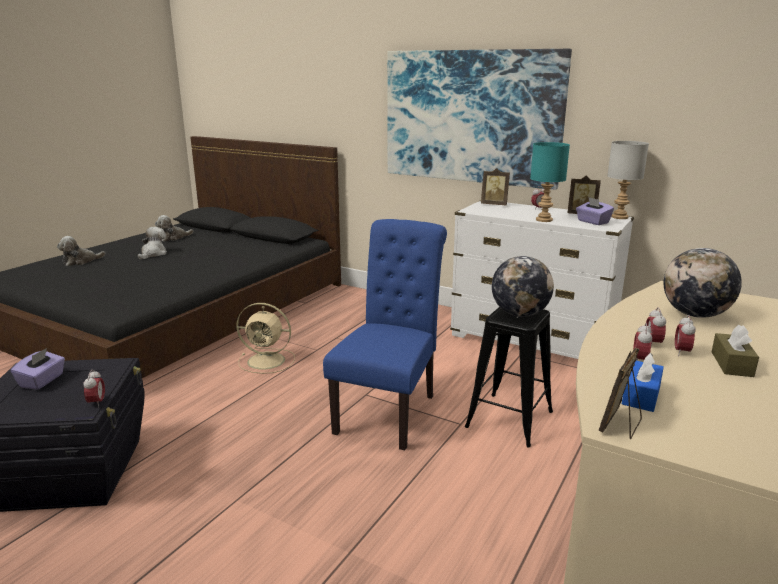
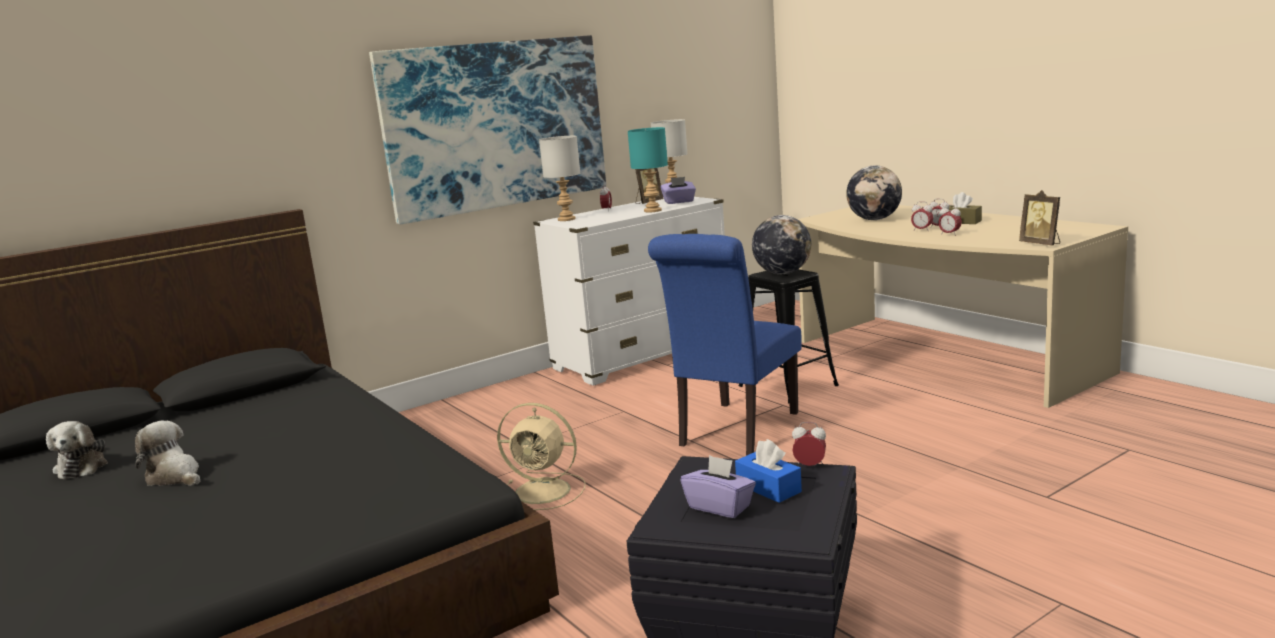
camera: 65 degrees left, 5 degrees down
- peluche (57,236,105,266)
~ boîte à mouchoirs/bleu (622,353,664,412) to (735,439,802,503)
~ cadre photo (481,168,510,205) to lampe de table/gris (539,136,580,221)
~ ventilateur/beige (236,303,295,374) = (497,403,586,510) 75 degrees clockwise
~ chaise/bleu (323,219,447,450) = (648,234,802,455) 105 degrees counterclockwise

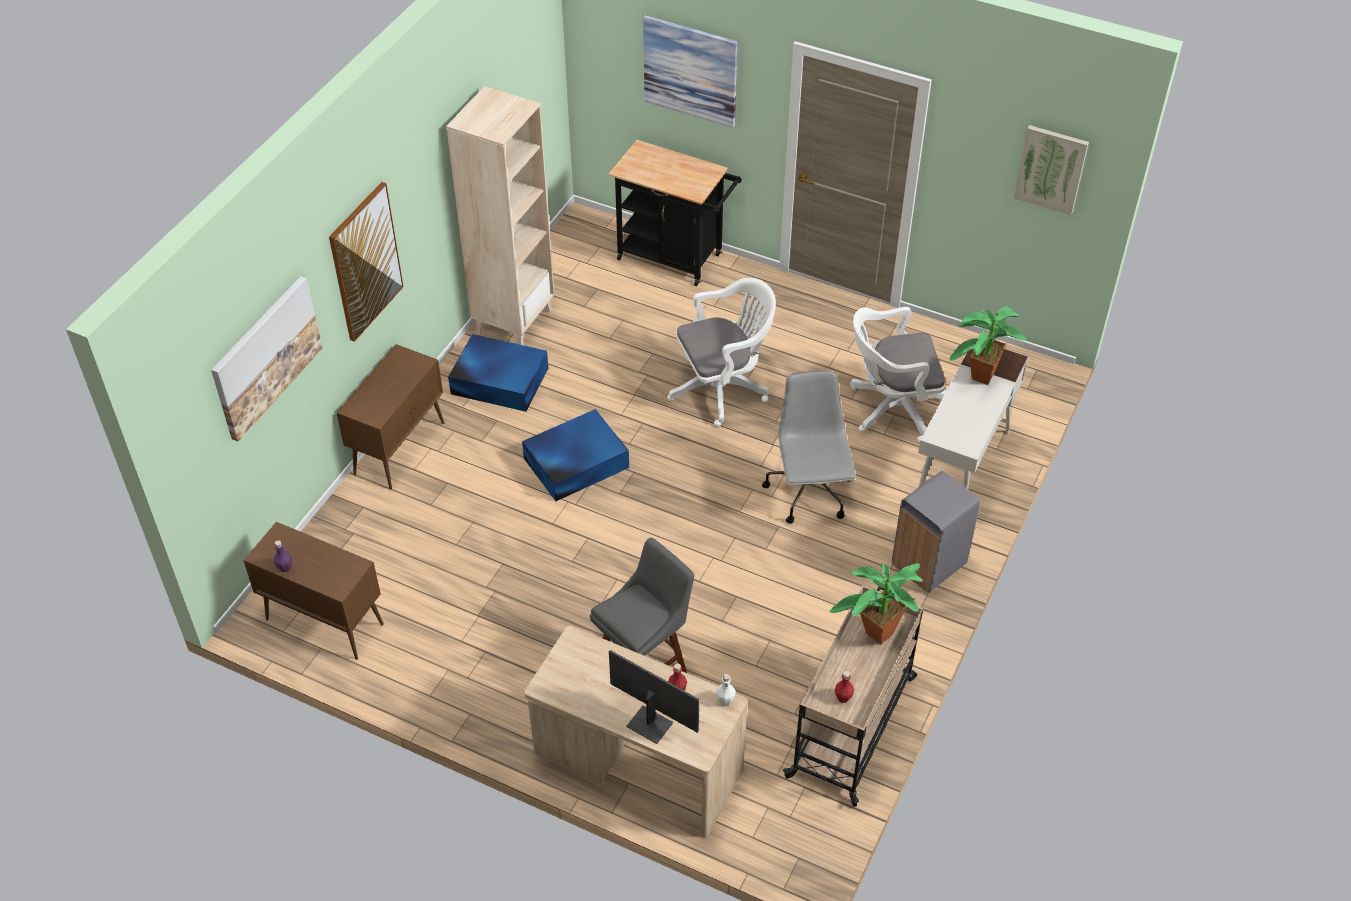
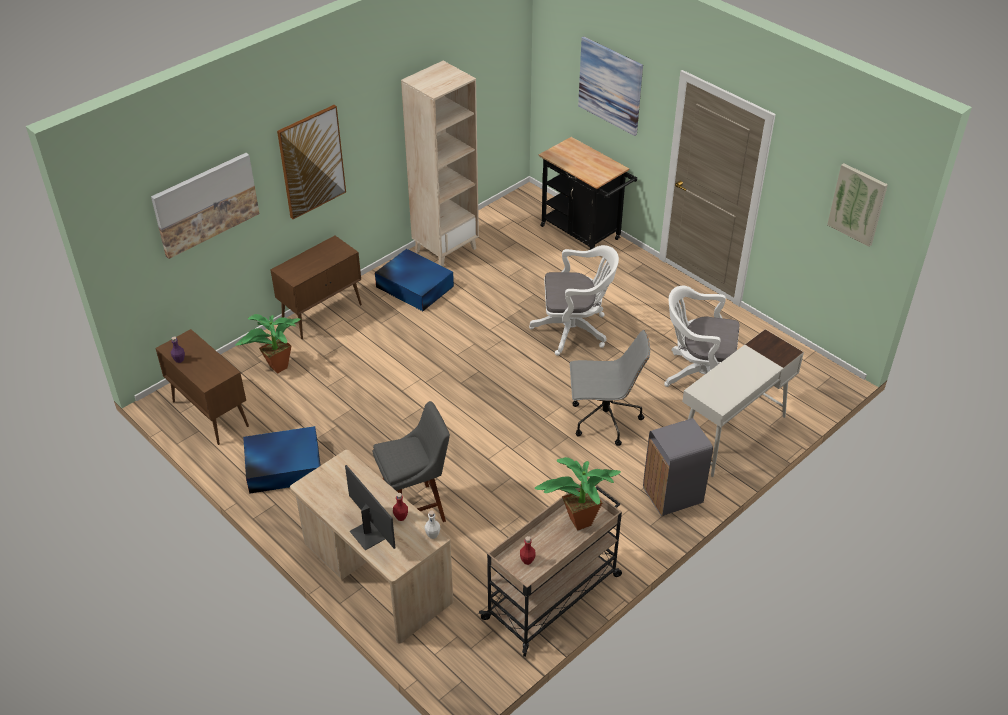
camera: 20 degrees right, 5 degrees down
~ boîte de rangement/bleu (522,409,629,501) to (243,426,321,494)
~ plante en pot (949,306,1027,385) to (235,314,300,374)
~ chaise de bureau/gris (762,370,856,523) = (570,330,650,446) 75 degrees clockwise

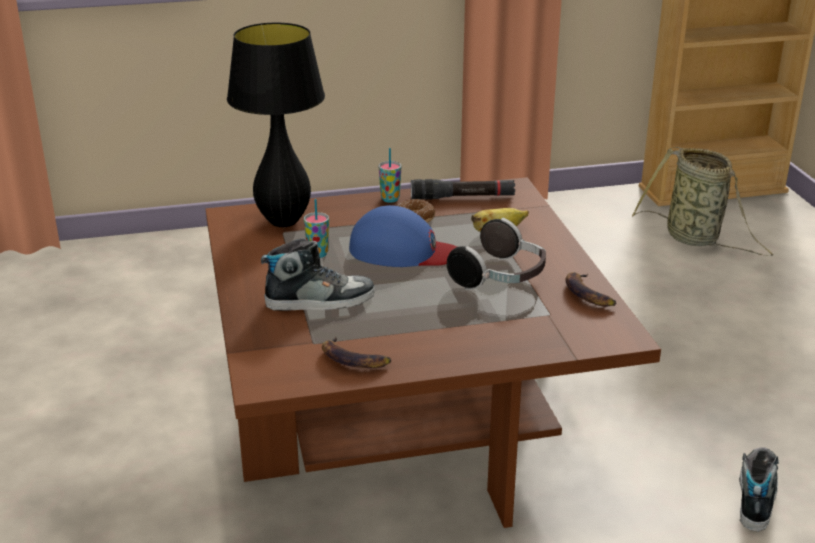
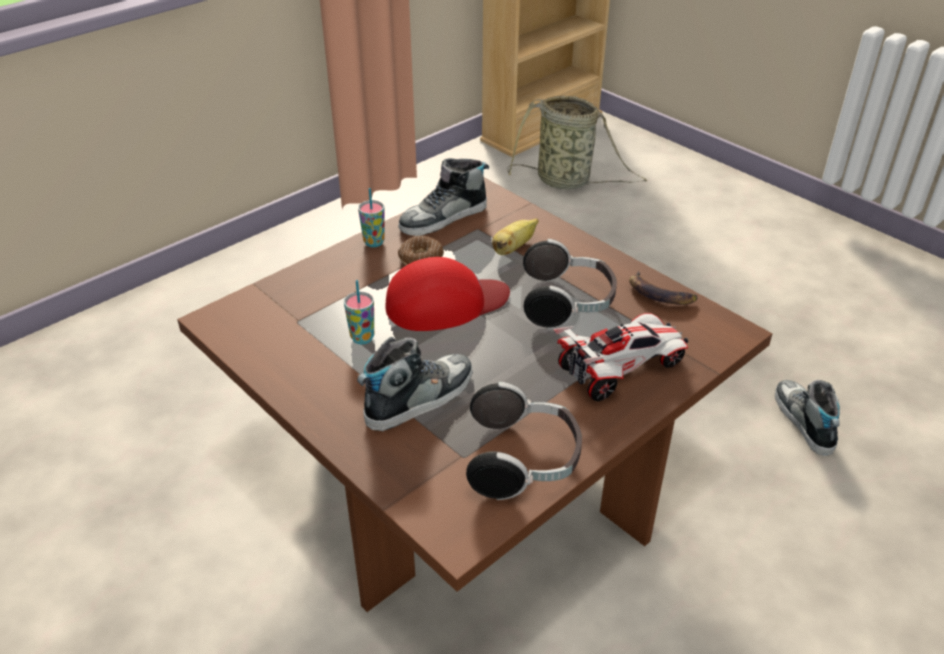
camera: 30 degrees left, 10 degrees up
- lampe de table/noir (227,23,325,227)
+ petite voiture (553,313,689,402)
~ banane (322,337,391,368) to casque audio (466,382,582,500)
~ lampe de poche/noir (411,179,515,200) to chaussure (398,158,489,236)
~ casquette/bleu (349,205,457,267) to casquette/rouge (385,257,510,331)

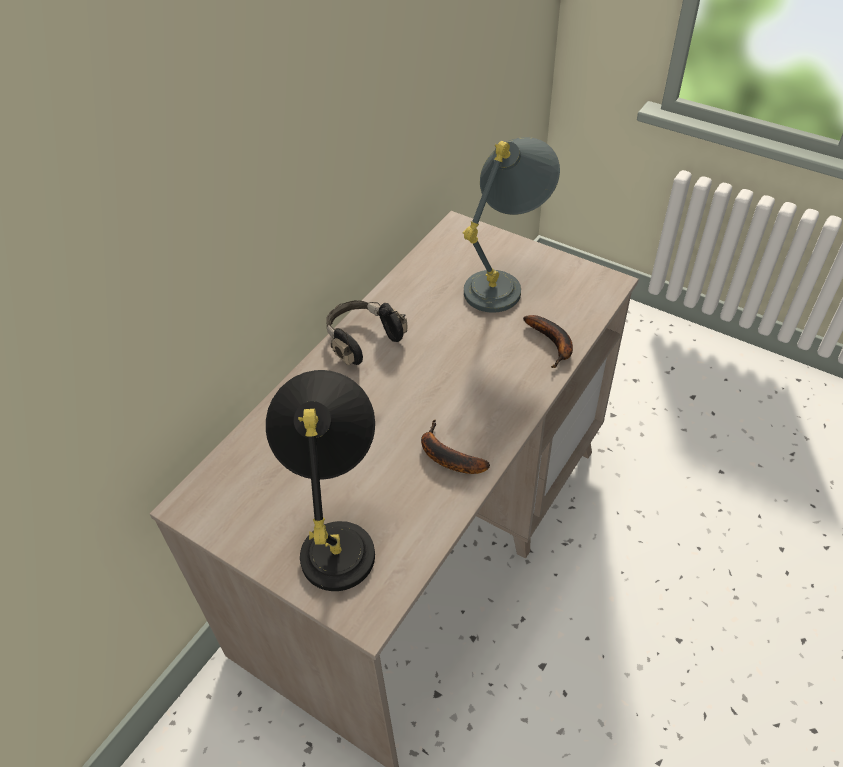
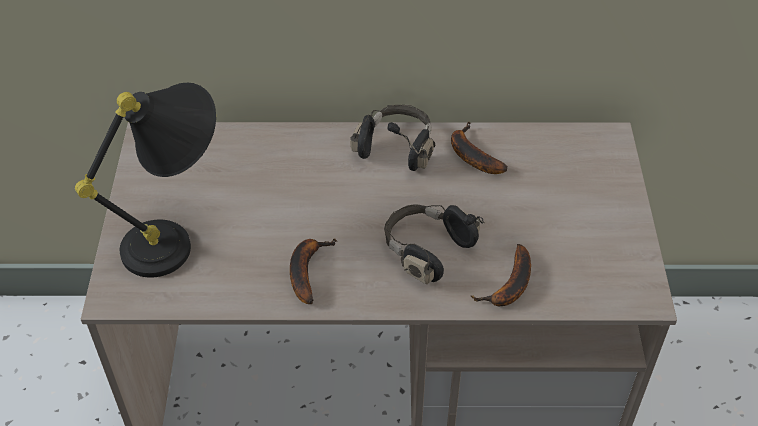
camera: 55 degrees right, 0 degrees up
- lampe de table/gris (463,137,560,313)
+ casque audio/noir (384,204,485,284)
+ banane (451,122,508,174)

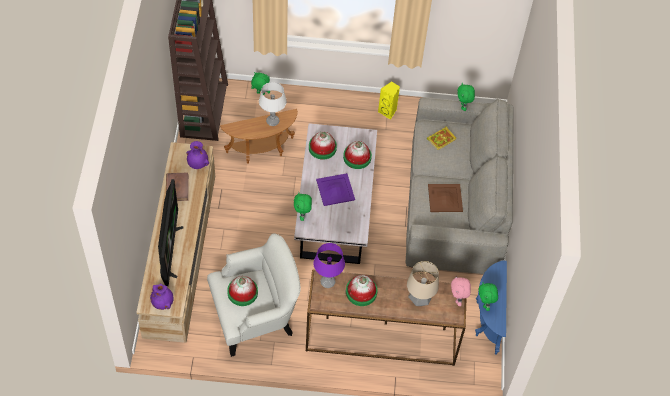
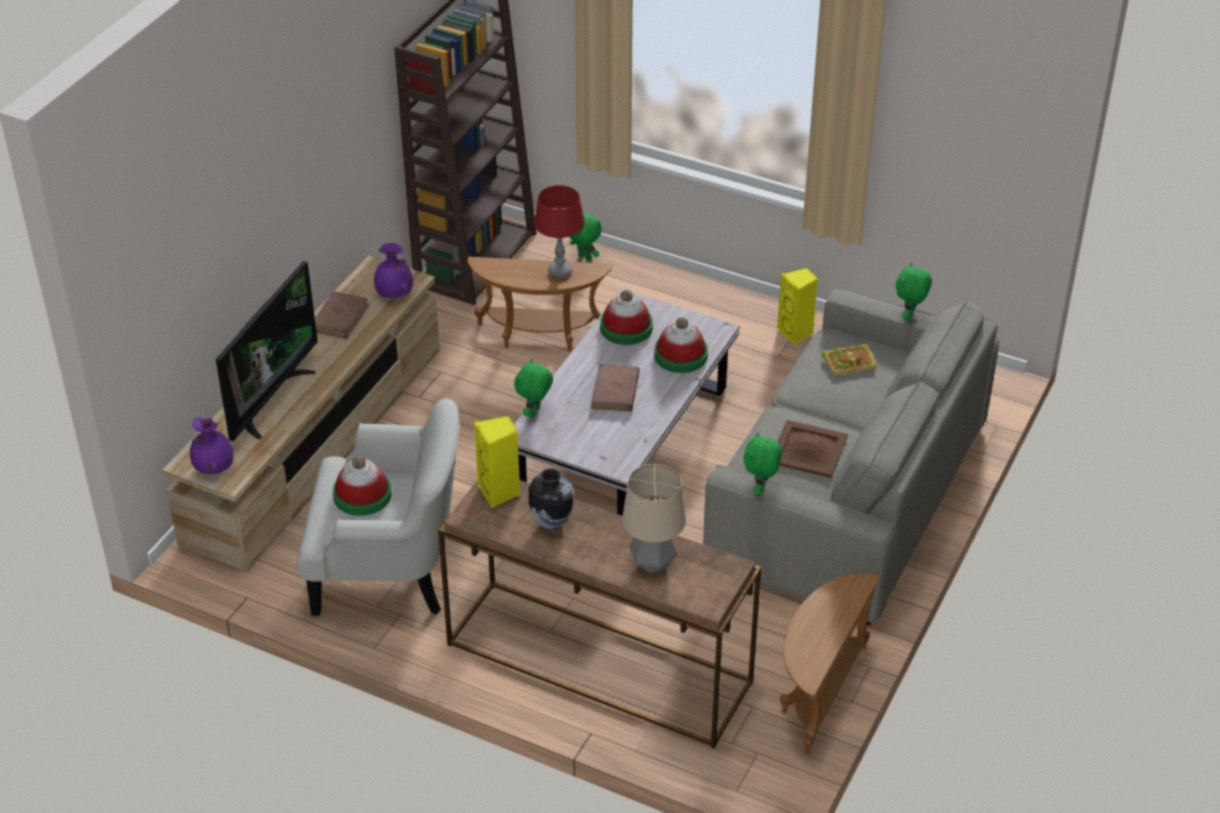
camera: 25 degrees right, 15 degrees down
- peluche/rose (451,276,471,306)
~ peluche/vert (479,282,498,311) to (743,432,782,495)
~ lampe de table/violet (314,243,345,288) to enceinte/jaune (474,416,521,508)
~ plateau/violet (316,173,355,206) to livre/marron (591,364,640,412)
~ chapeau (346,275,377,306) to vase (529,468,574,530)
~ lampe de table/blanc (259,82,287,126) to lampe de table/rouge (534,185,585,278)
~ table d'appoint/bleu (475,260,507,355) to table d'appoint/marron (780,574,880,754)

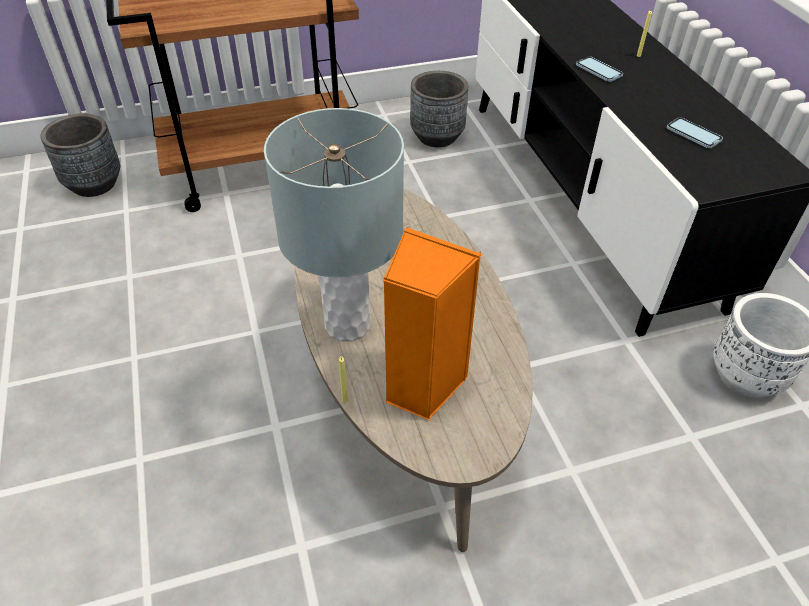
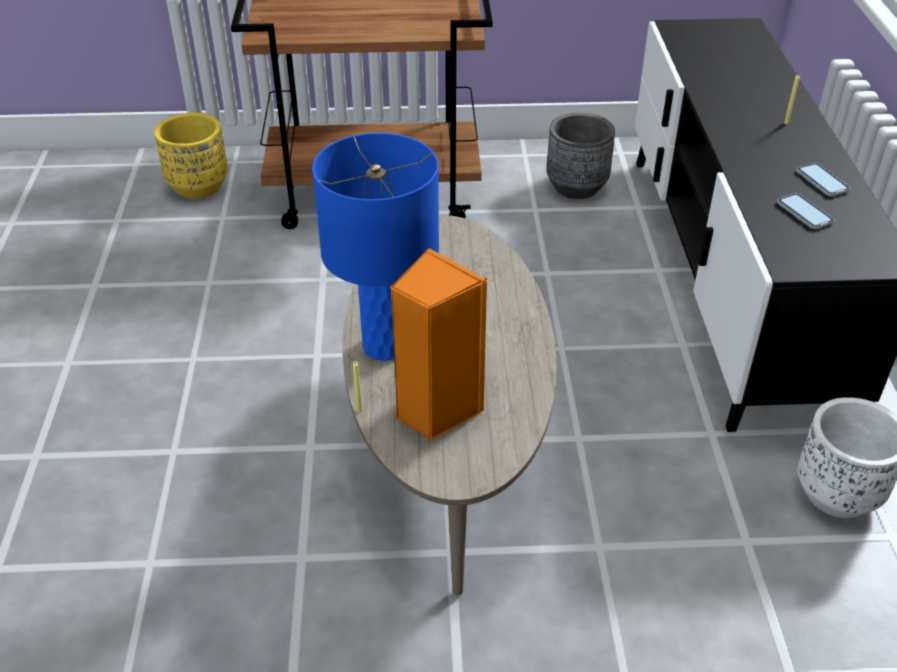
camera: 15 degrees right, 5 degrees down
~ téléphone (576,56,623,82) to (796,163,850,196)
~ cache-pot/gris (40,113,120,197) to cache-pot/jaune (154,113,228,199)
~ lampe de table/gris (264,108,404,342) to lampe de table/bleu (312,133,439,361)

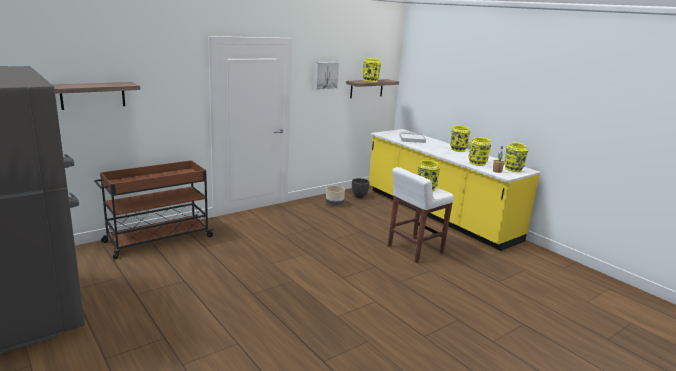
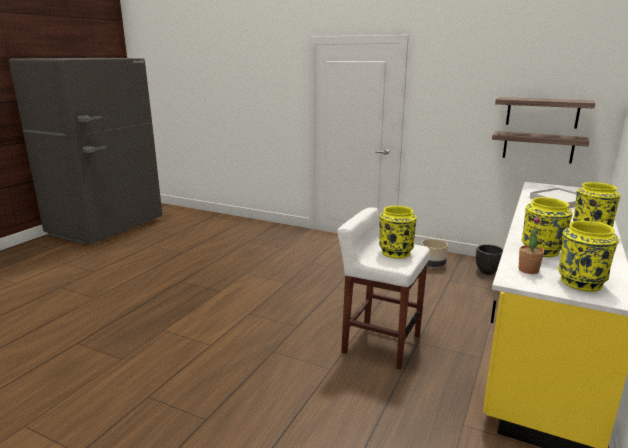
camera: 65 degrees right, 0 degrees up
- chariot/marron (94,160,214,259)
- tableau (314,62,339,90)
- vase/jaune (363,58,381,82)
~ étagère (53,82,140,110) to (492,131,589,164)

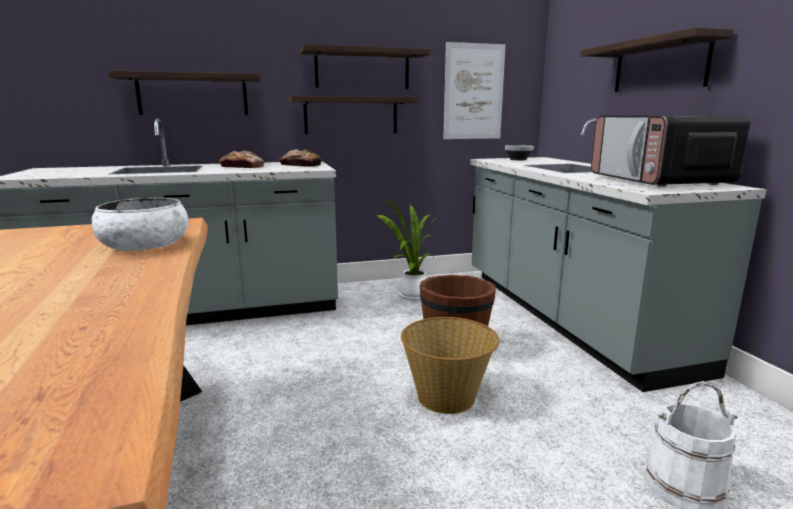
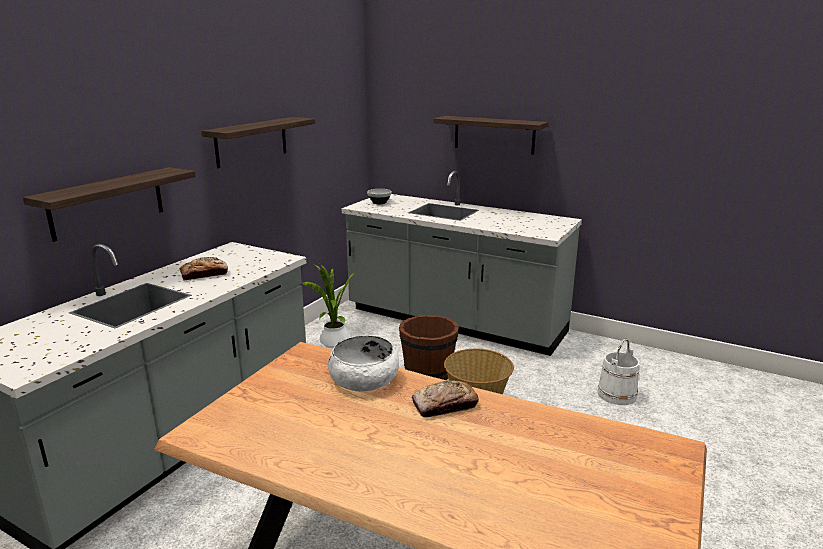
camera: 45 degrees left, 5 degrees up
- étagère (289,96,418,134)
- tableau (443,42,506,139)
- micro-ondes (591,116,750,187)
~ pain (280,149,322,167) to (412,381,479,417)

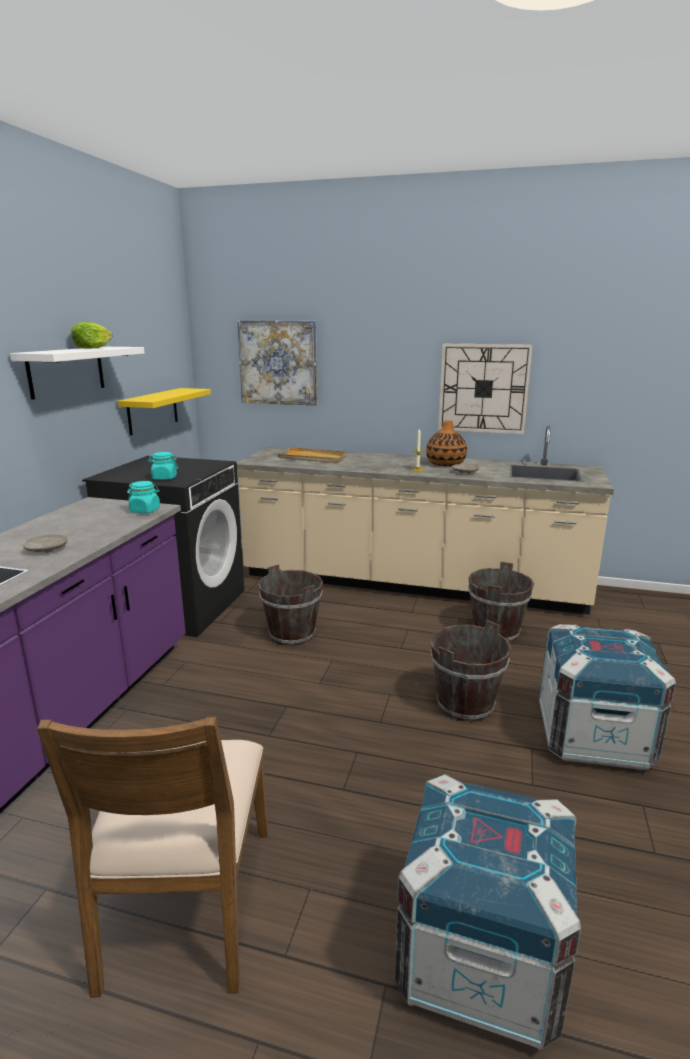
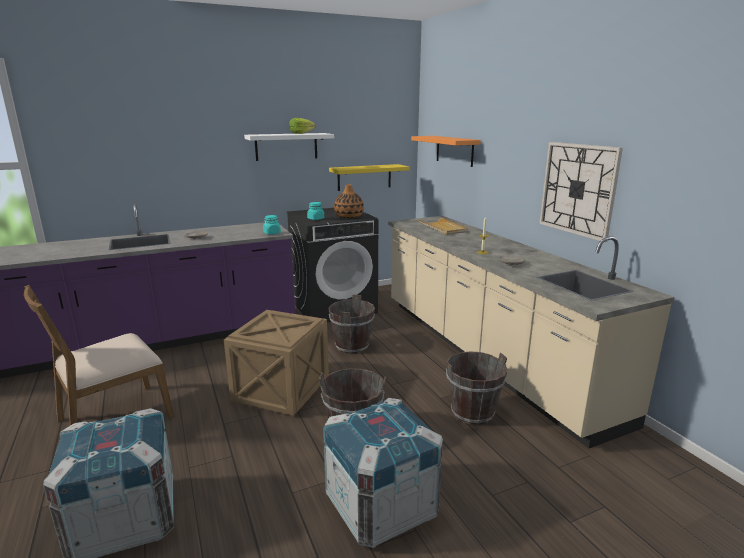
camera: 50 degrees right, 0 degrees up
+ caisse (224,310,329,416)
~ vase (426,420,467,466) to (334,184,364,218)
~ tableau (237,320,317,406) to étagère/orange (411,136,481,167)

